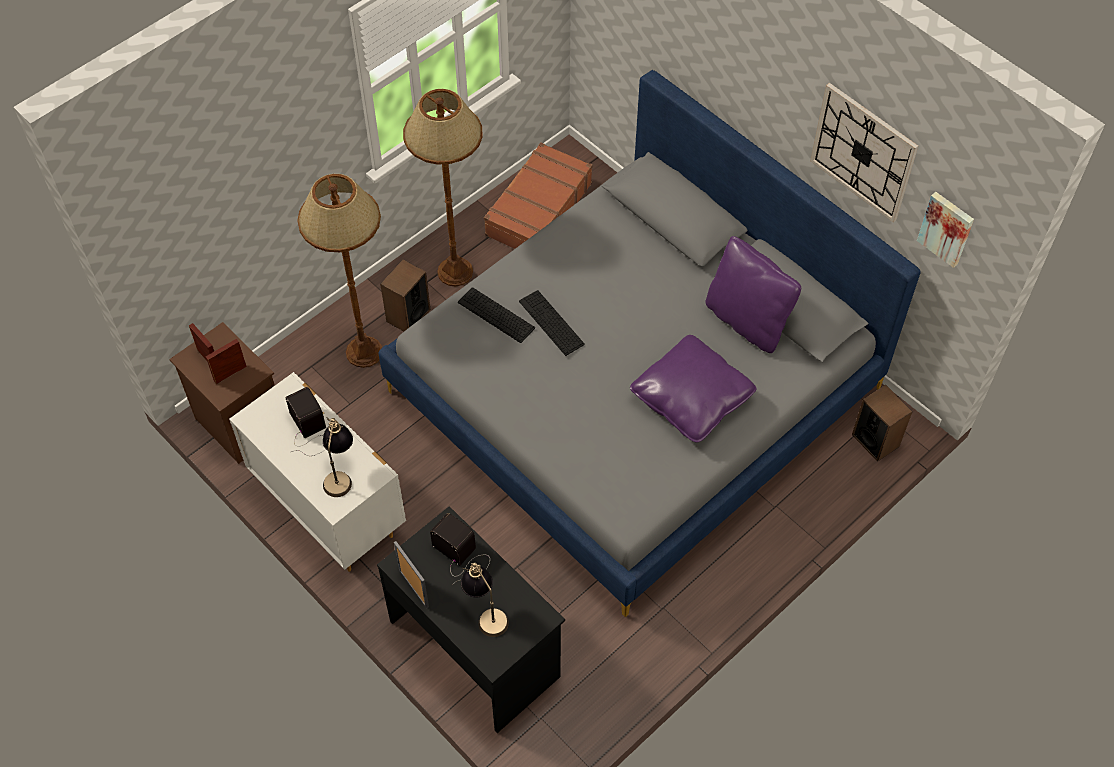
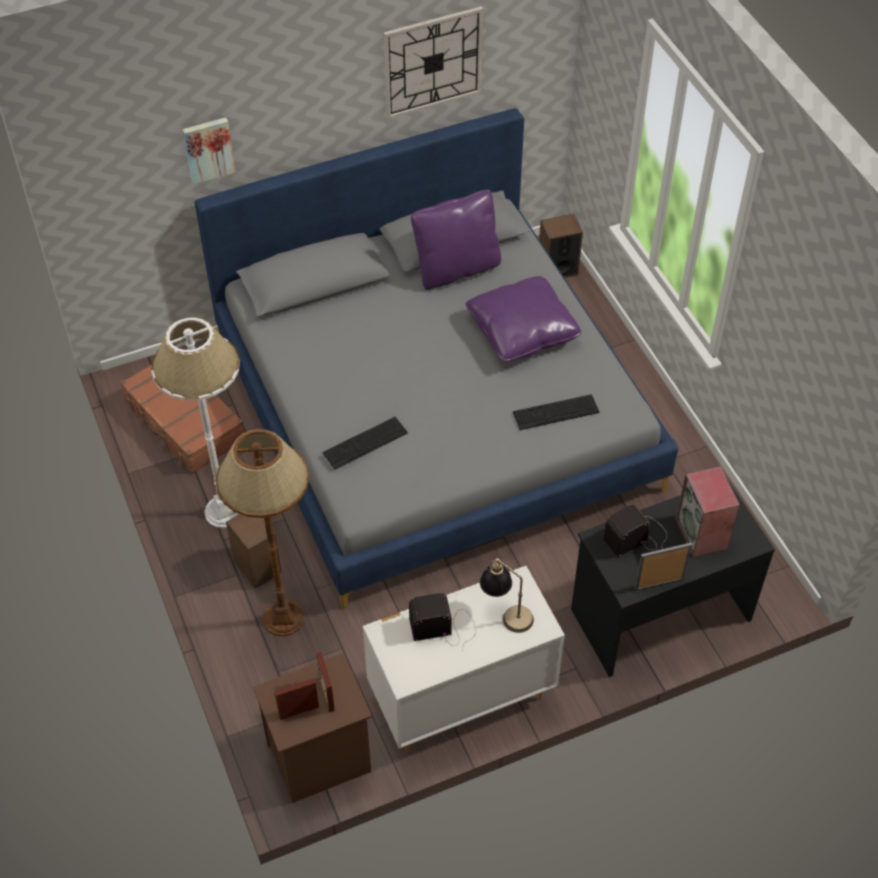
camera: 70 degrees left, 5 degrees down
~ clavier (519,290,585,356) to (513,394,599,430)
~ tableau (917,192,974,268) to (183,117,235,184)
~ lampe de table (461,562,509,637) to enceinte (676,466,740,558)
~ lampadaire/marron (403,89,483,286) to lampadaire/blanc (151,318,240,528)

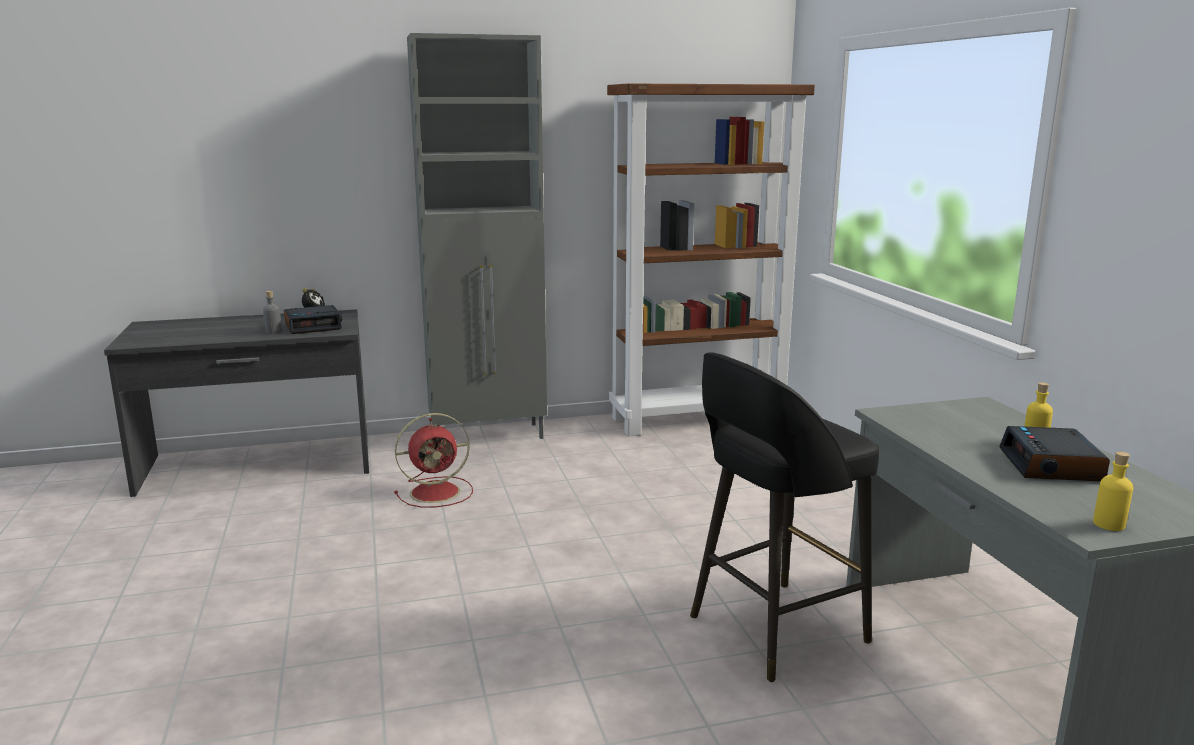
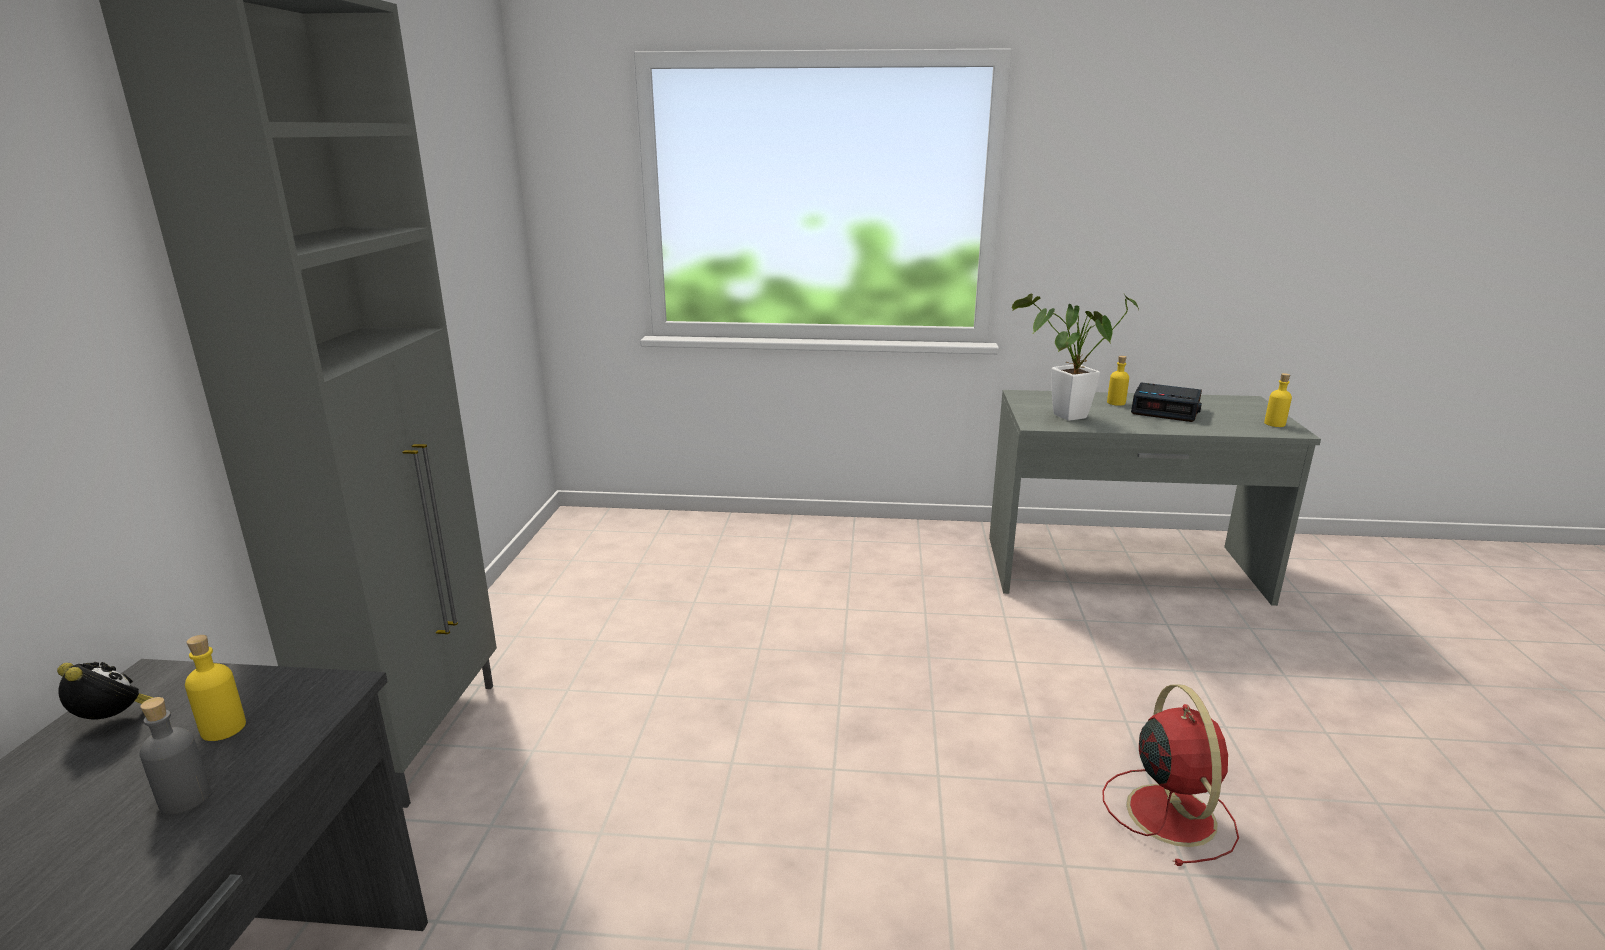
camera: 70 degrees left, 5 degrees up
- bibliothèque/marron (607,84,815,436)
- tabouret/noir (690,352,879,682)
+ plante en pot (1012,293,1140,421)
~ ventilateur/rouge (394,413,473,508) to (1102,685,1239,866)
~ réveil (284,305,342,334) to bouteille/jaune (185,635,246,741)

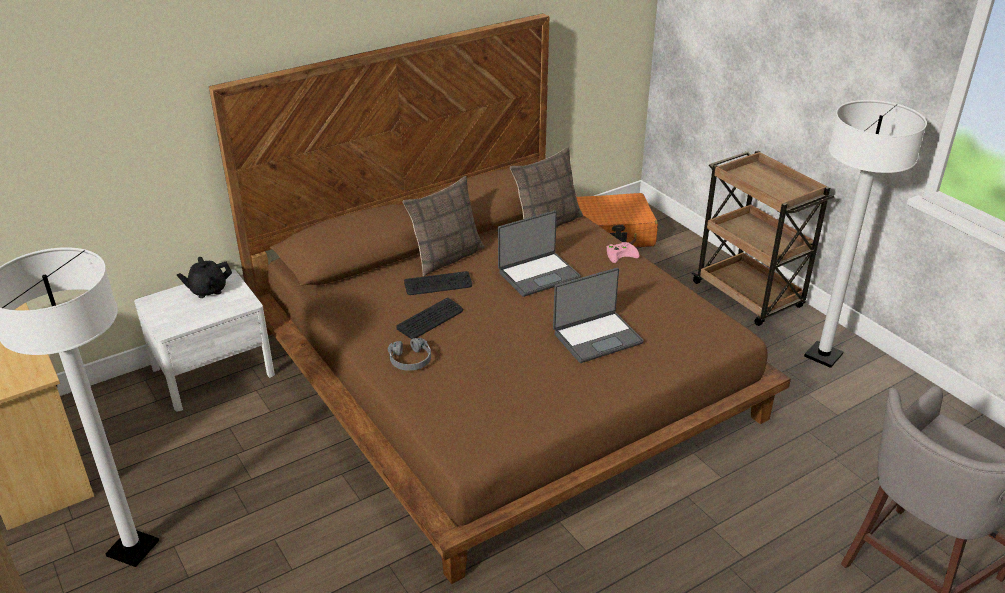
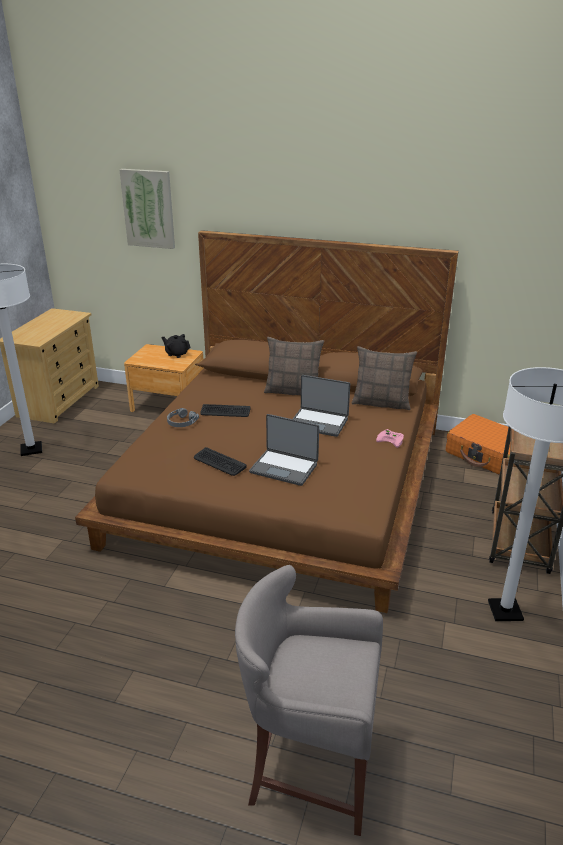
camera: 50 degrees right, 5 degrees down
+ tableau (119,169,175,249)
~ clavier (404,271,472,295) to (194,447,247,476)
~ table de chevet/blanc (134,269,275,411) to table de chevet/marron (124,344,203,412)

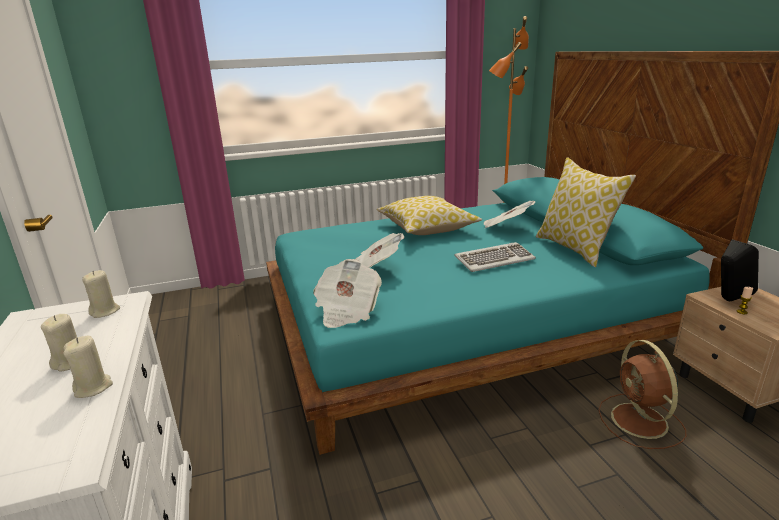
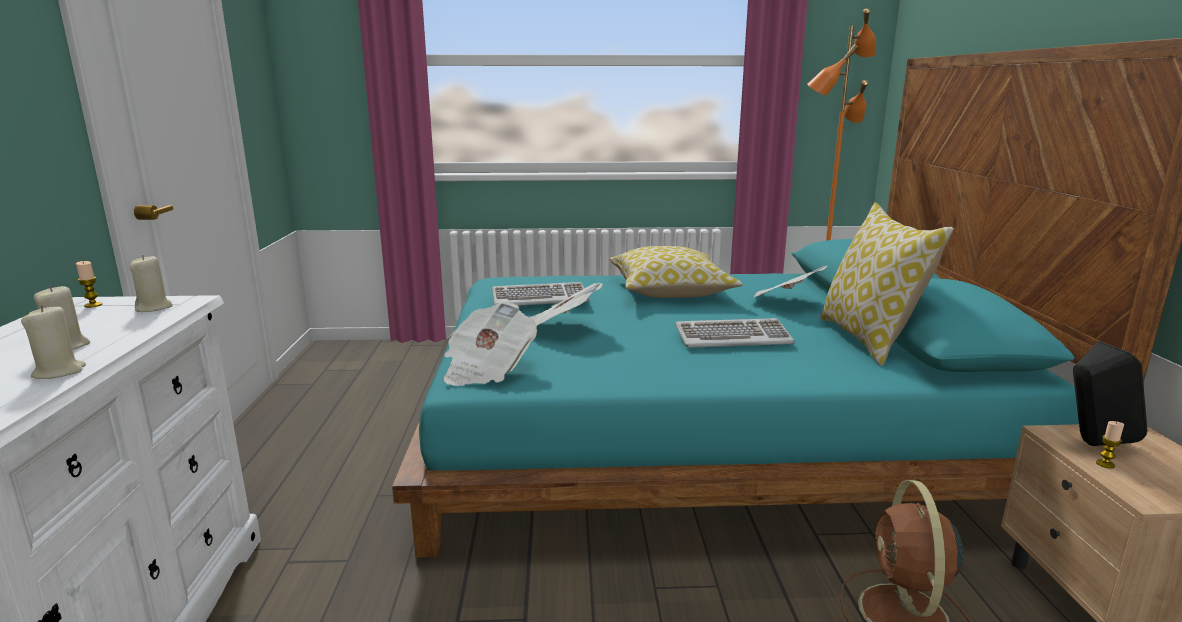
camera: 15 degrees right, 5 degrees down
+ bougie (76,261,102,308)
+ clavier (492,282,590,306)

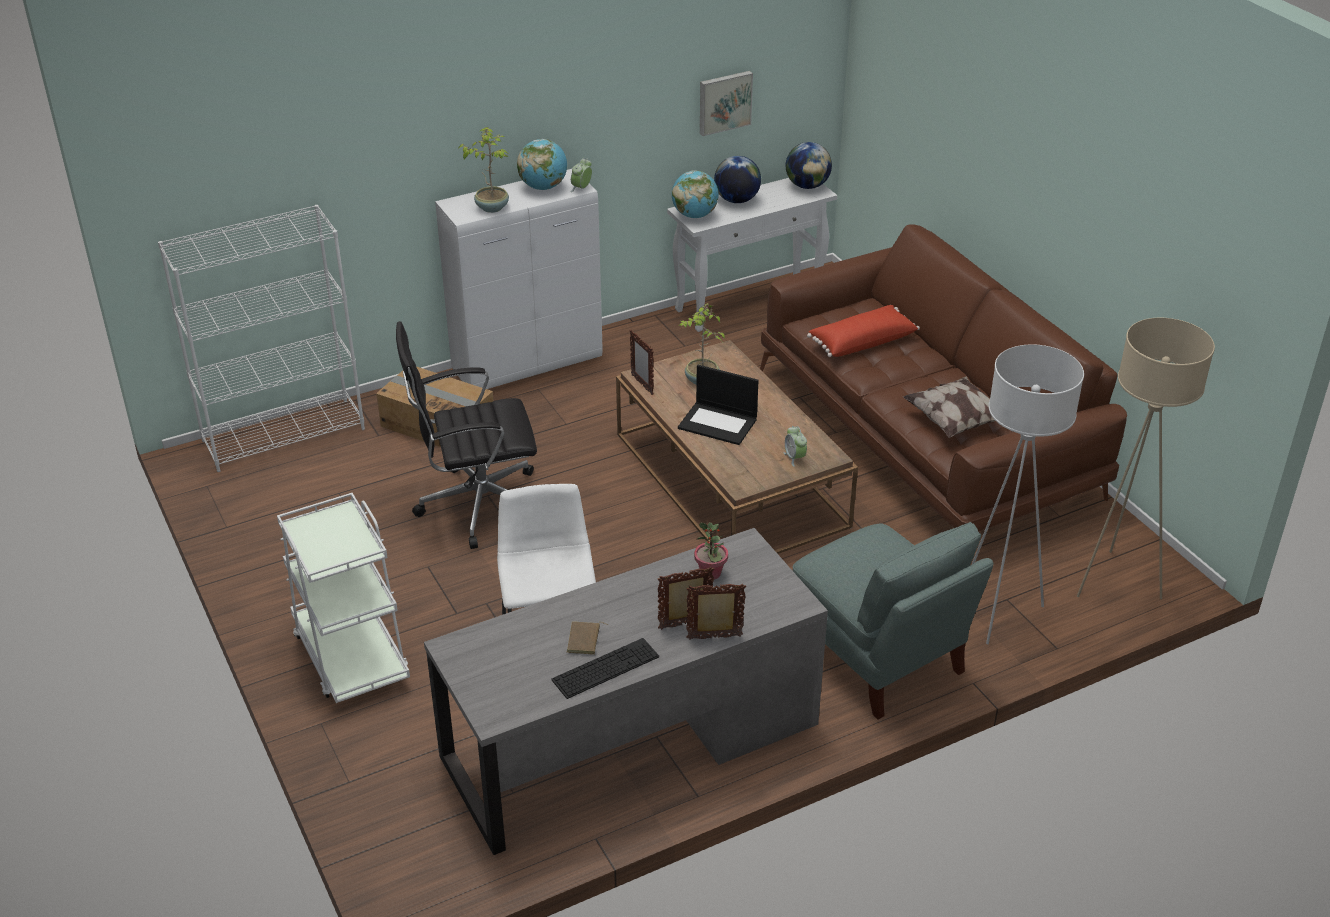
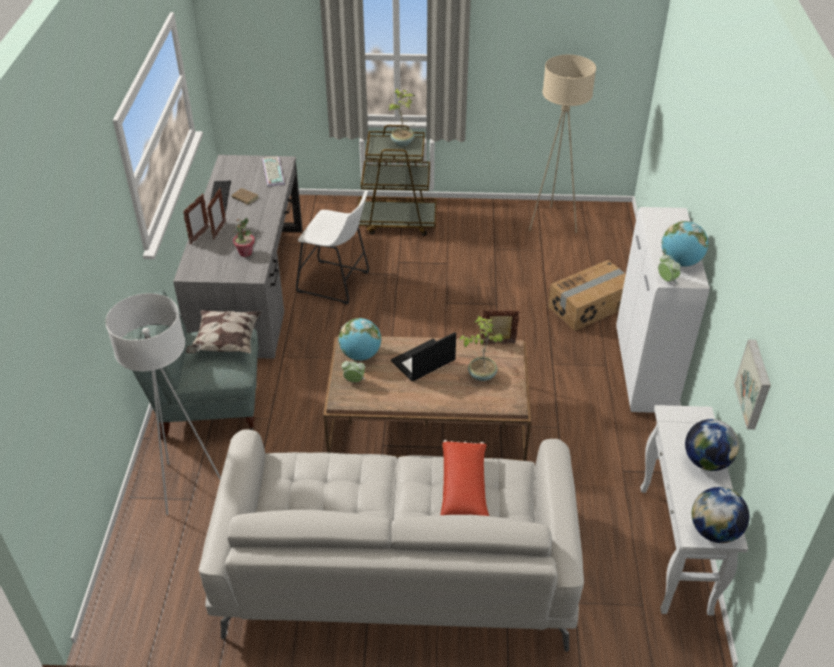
camera: 120 degrees right, 5 degrees up
- bibliothèque/blanc (158,205,365,472)
- chaise de bureau/noir (396,321,537,549)
+ clavier (262,156,285,187)
~ plante en pot (459,127,509,213) to (389,88,415,146)
~ globe (672,170,718,218) to (339,318,382,361)
~ coussin (903,376,995,438) to (186,310,261,353)
~ lampadaire/beige (1077,318,1215,599) to (529,55,596,233)
~ chariot/blanc (277,493,410,703) to chariot/marron (358,125,436,236)
~ canapé/marron (760,224,1127,532) to canapé/blanc (199,429,584,652)

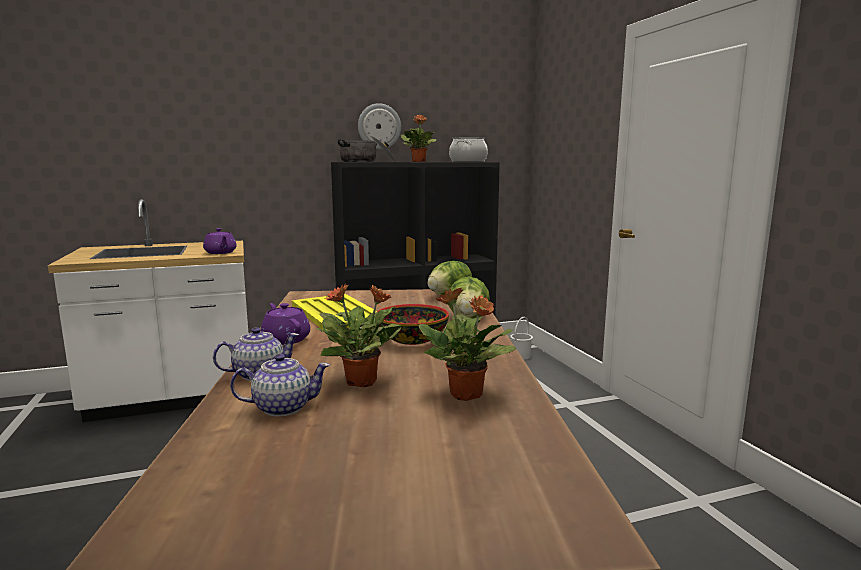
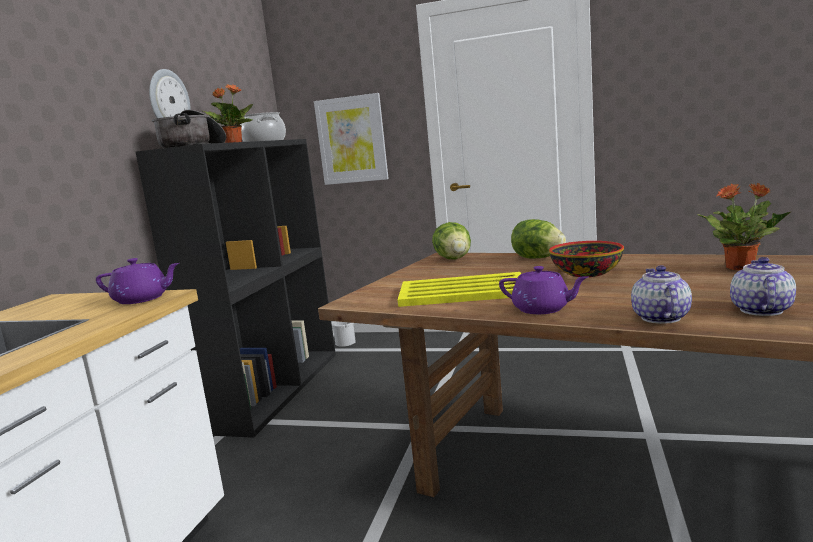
camera: 55 degrees left, 0 degrees up
- plante en pot (316,284,401,387)
+ tableau (314,93,389,185)
~ théière/violet (261,303,310,345) = (499,266,588,314) 150 degrees counterclockwise

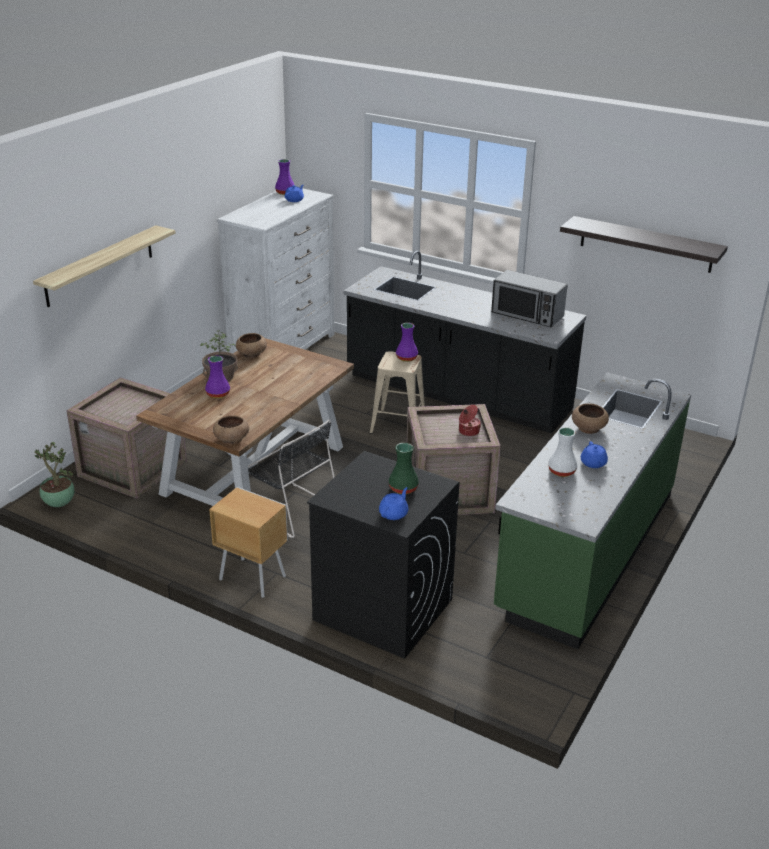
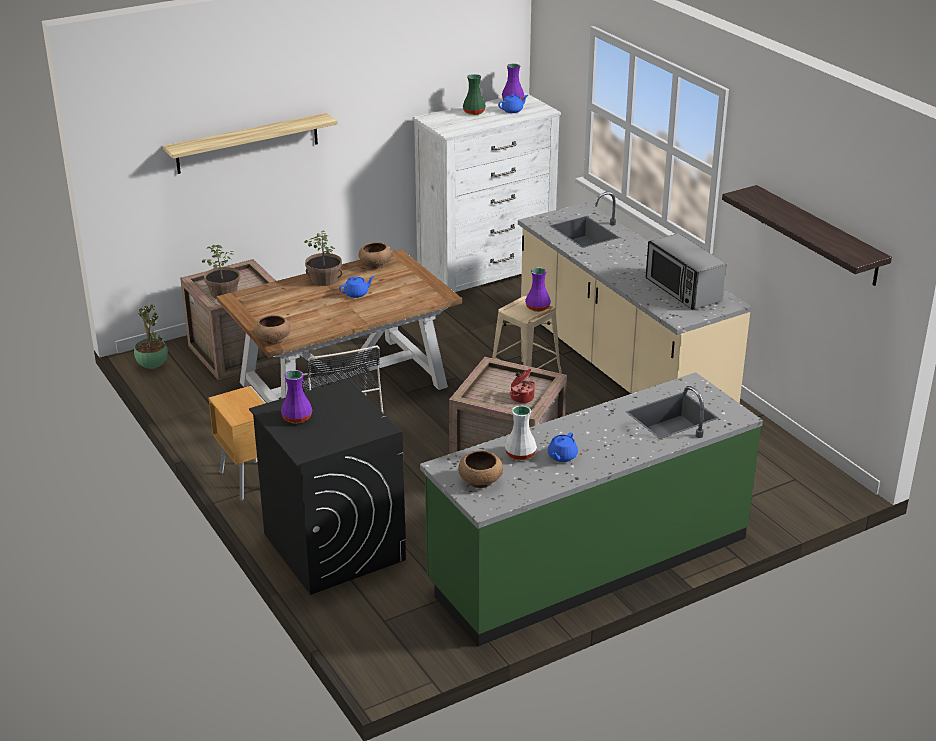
camera: 30 degrees right, 0 degrees up
+ plante en pot (202,245,240,299)
~ vase/violet (205,355,230,398) to (281,370,312,424)
~ théière/bleu (379,487,409,520) to (339,276,375,298)
~ vase/vert (389,443,419,494) to (463,74,486,115)
~ bol/marron (572,403,609,434) to (458,450,503,488)
~ comptoir de cuisine/noir (344,251,587,434) to comptoir de cuisine/beige (518,192,752,403)

